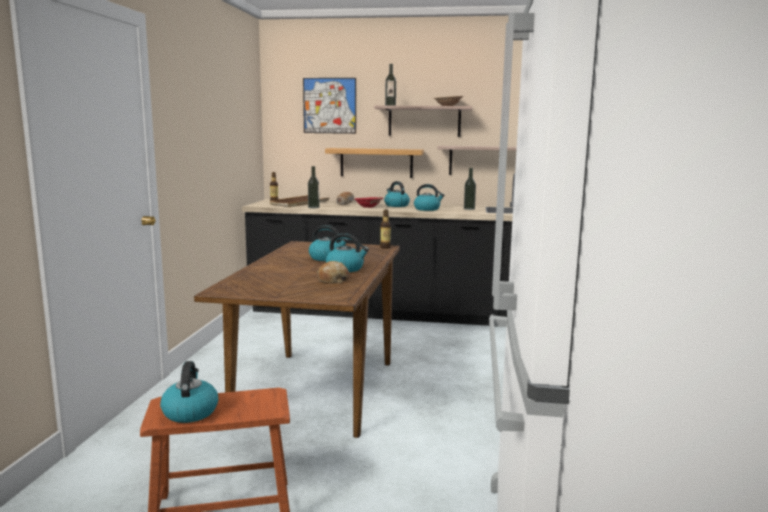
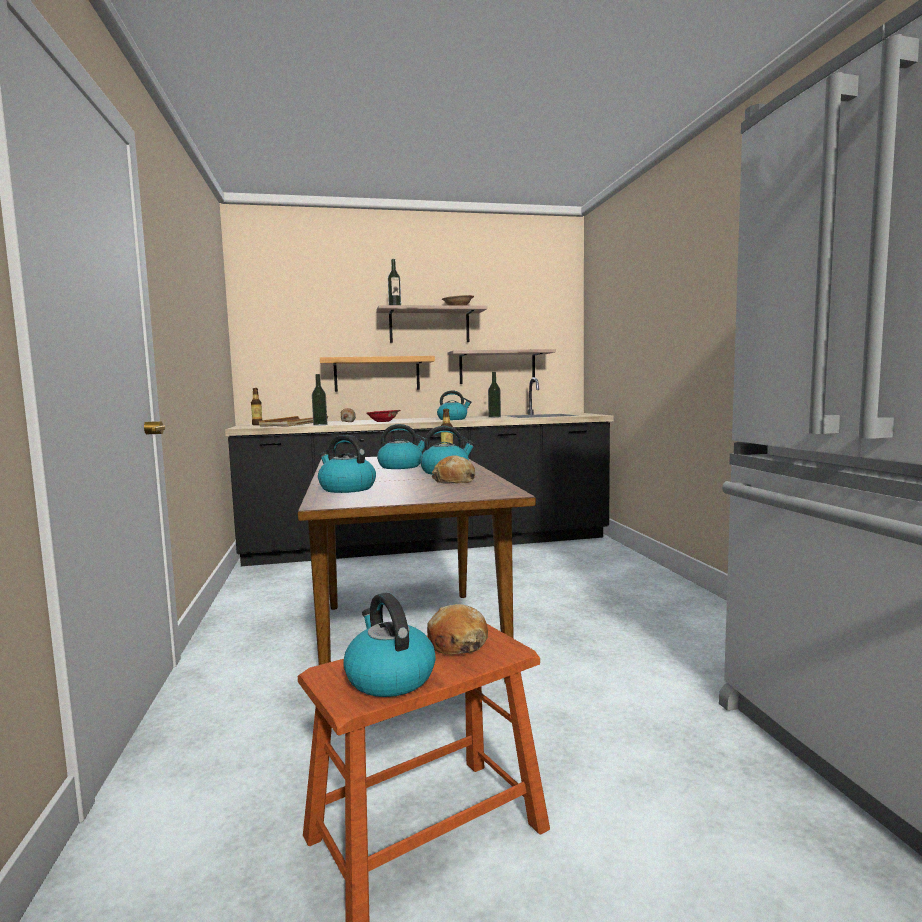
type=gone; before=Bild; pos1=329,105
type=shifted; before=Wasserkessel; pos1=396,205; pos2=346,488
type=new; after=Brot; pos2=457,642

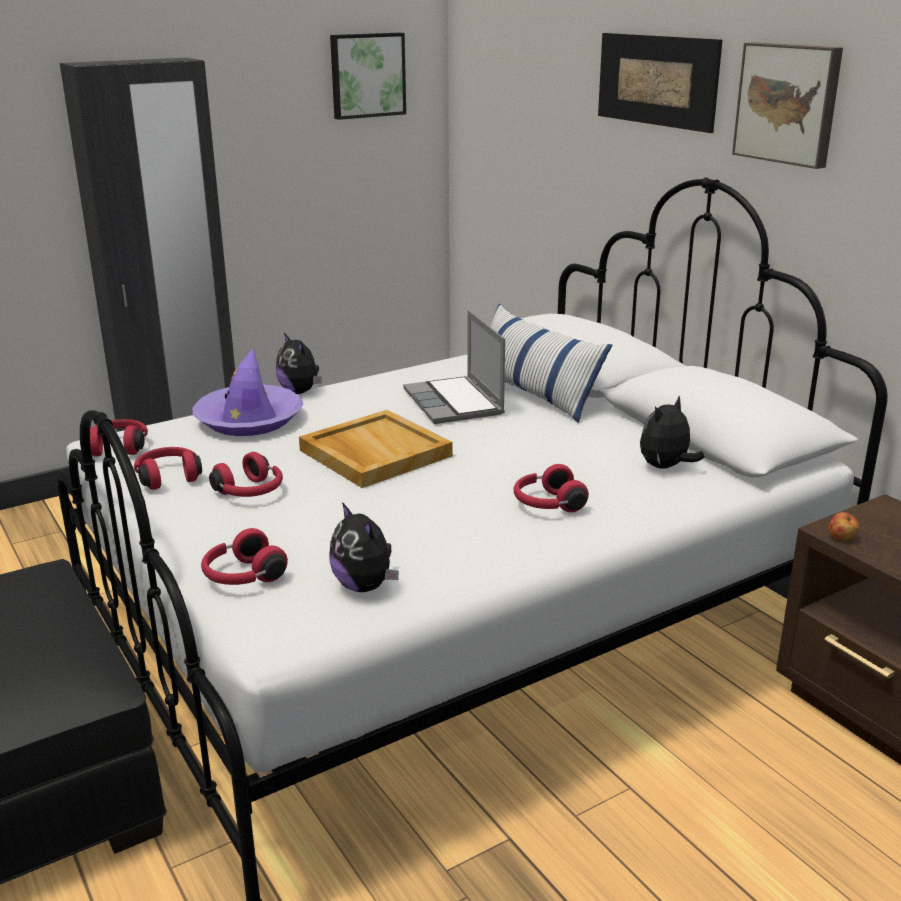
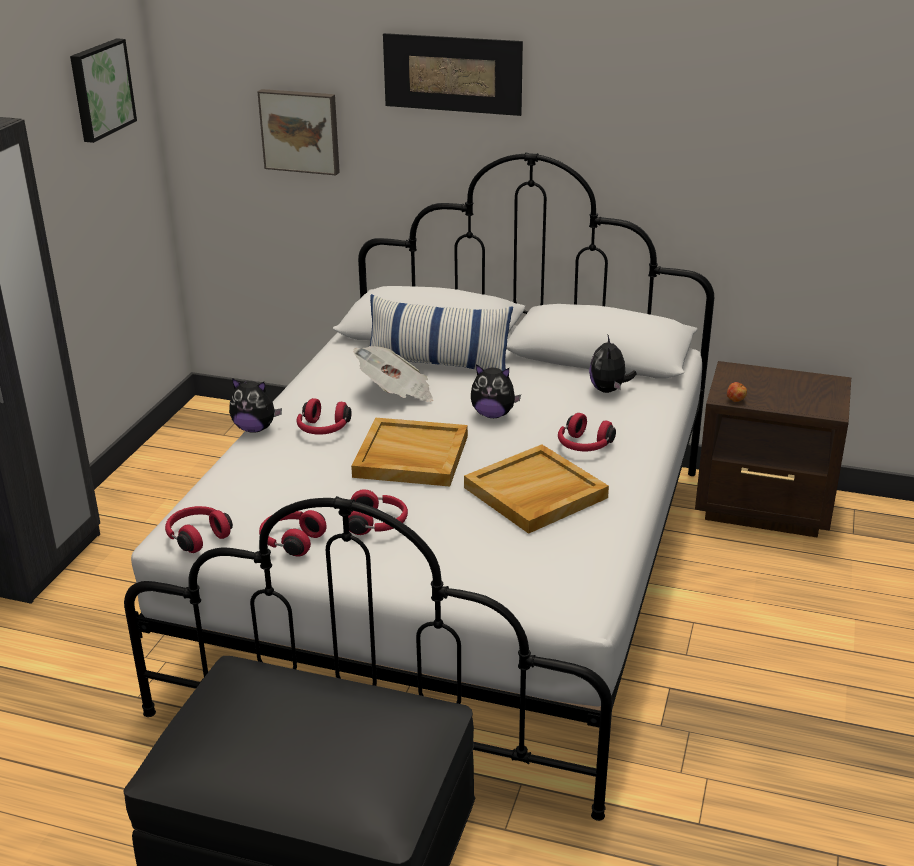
type=gone; before=Hut/lila; pos1=249,420
type=shifted; before=Kopfhörer/rot; pos1=242,576; pos2=323,429
type=shifted; before=Plüschtier; pos1=365,586; pos2=493,414
type=swapped; before=Laptop; after=Zeitung; pos1=455,403; pos2=396,393
type=shifted; before=Bild; pos1=788,103; pos2=300,131
type=new; after=Tablett/beige; pos2=535,493

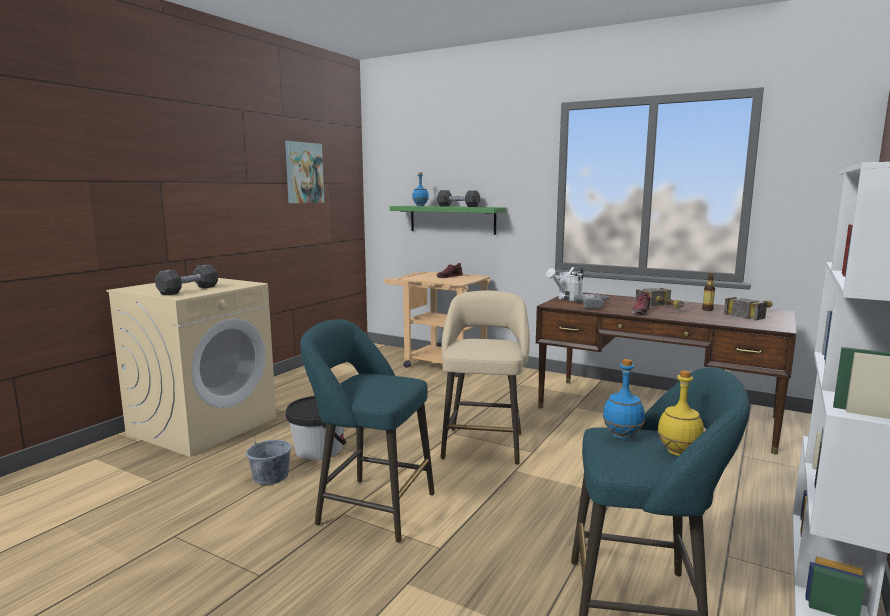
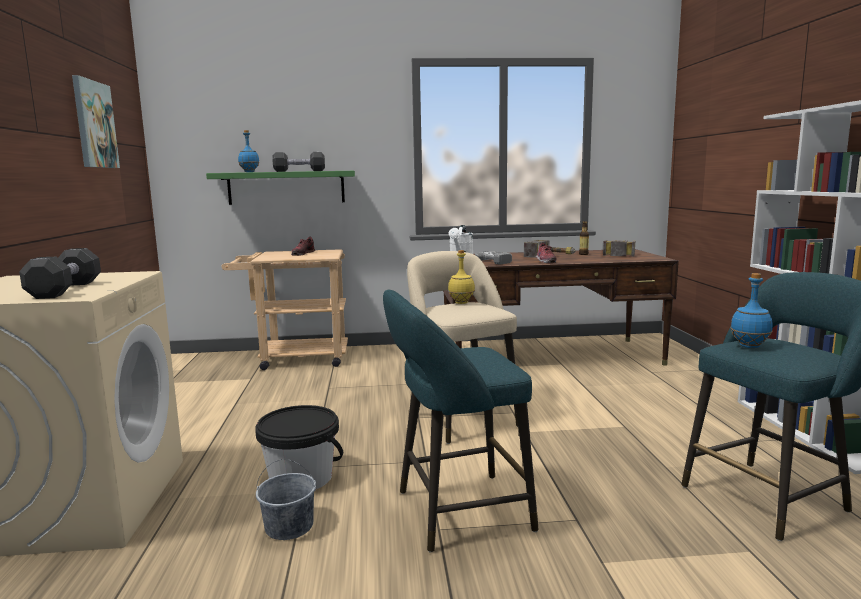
type=shifted; before=Flasche/gelb; pos1=678,452; pos2=461,303

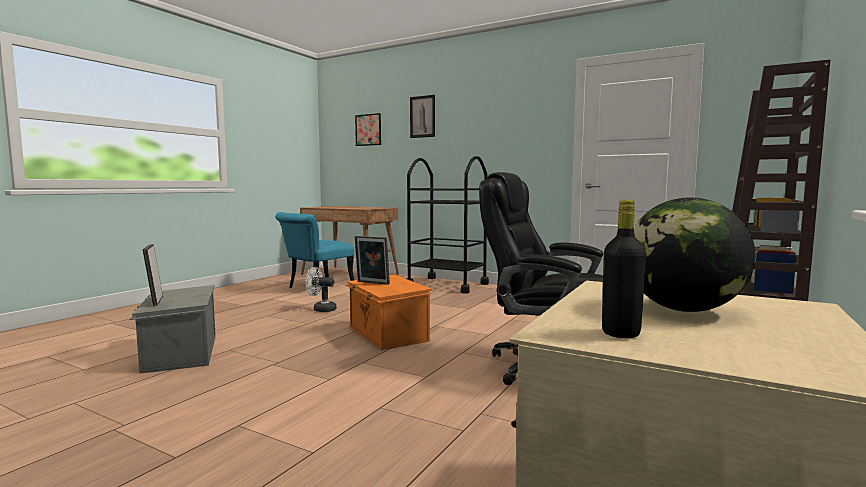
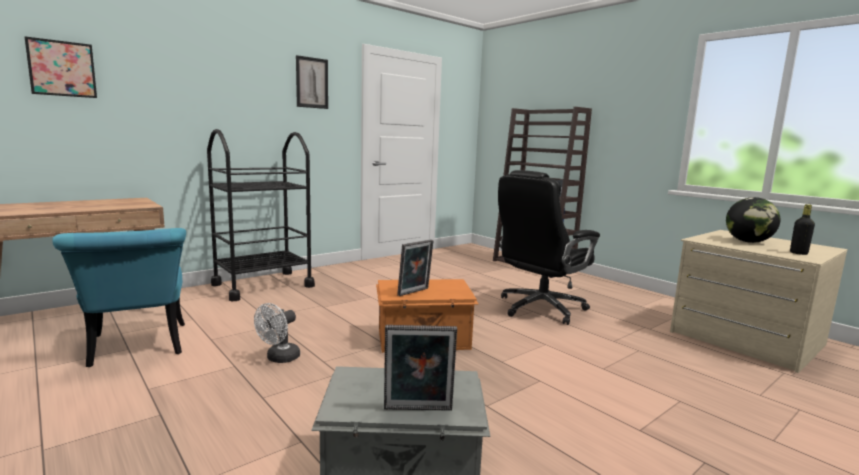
type=shifted; before=Bild; pos1=422,116; pos2=312,83

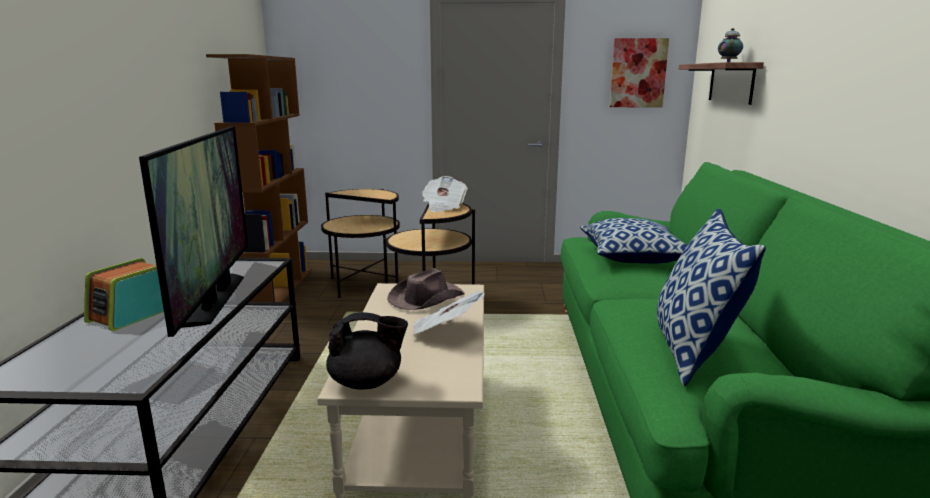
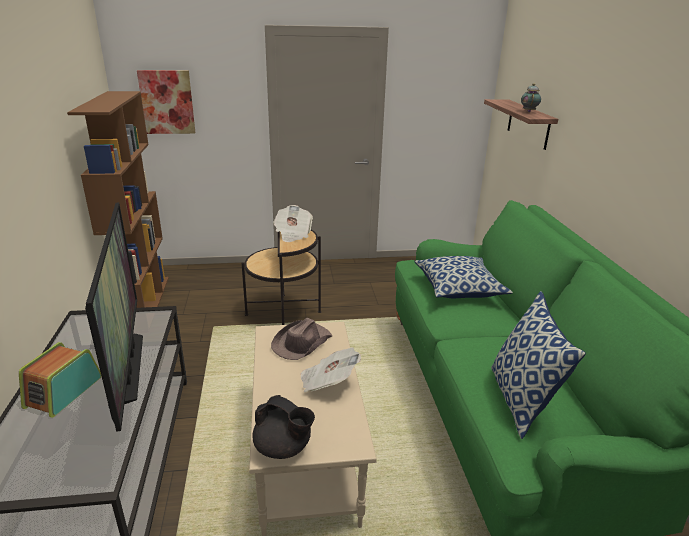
type=gone; before=Beistelltisch; pos1=363,284
type=rotated; before=Teekanne/schwarz; pos1=367,382; pos2=283,448; turn=45
type=shifted; before=Bild; pos1=638,73; pos2=167,102

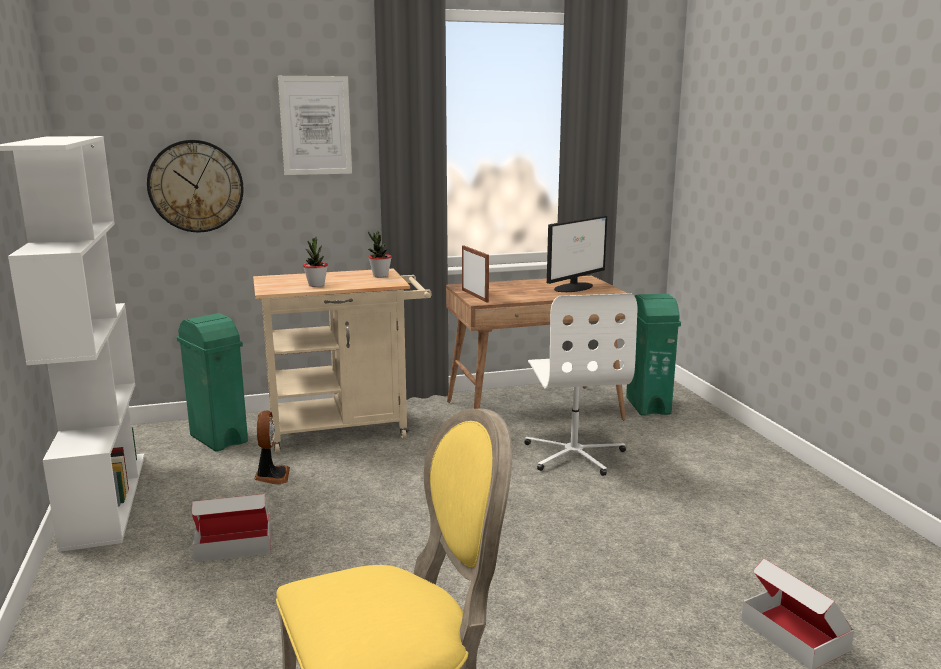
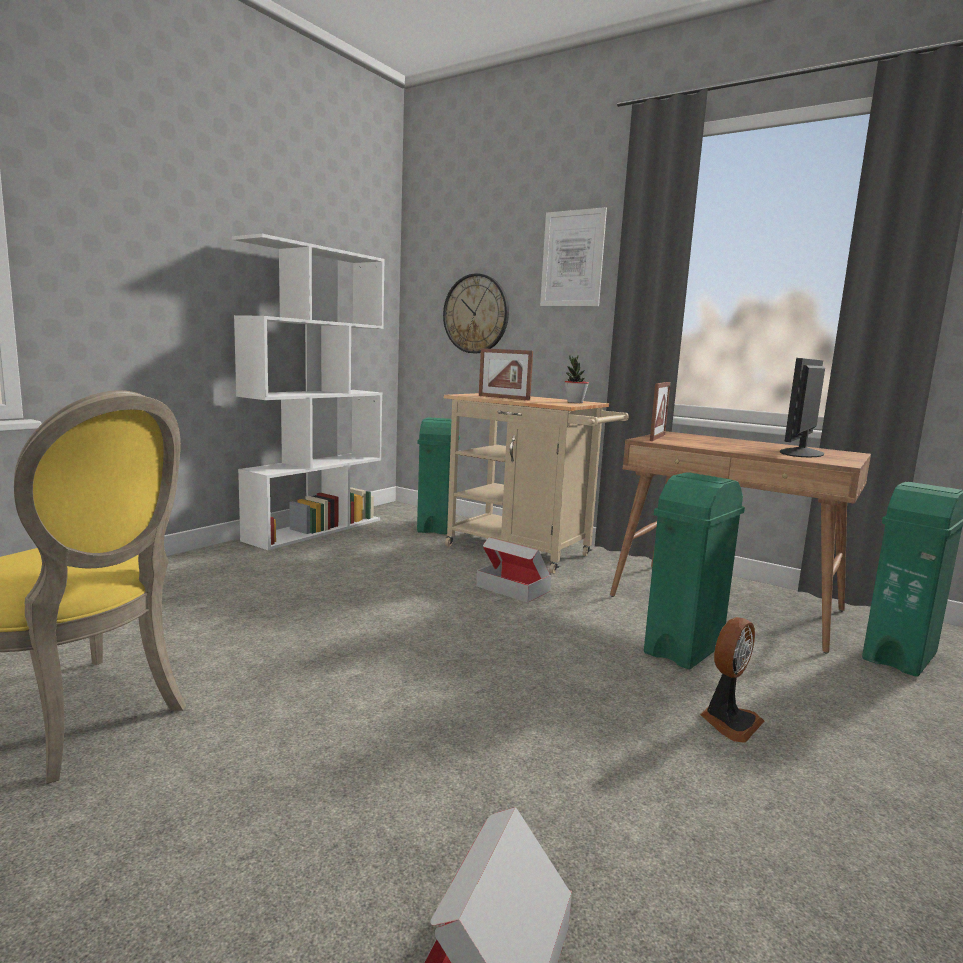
type=shifted; before=Karton; pos1=234,545; pos2=513,588
type=shifted; before=Ventilator; pos1=271,476; pos2=728,721
type=swapped; before=Topfpflanze; after=Bilderrahmen; pos1=316,285; pos2=503,398
type=swapped; before=Bürostuhl/weiß; after=Mülleimer/grün; pos1=574,454; pos2=682,649
type=rotated; before=Monitor; pos1=574,287; pos2=801,453; turn=120

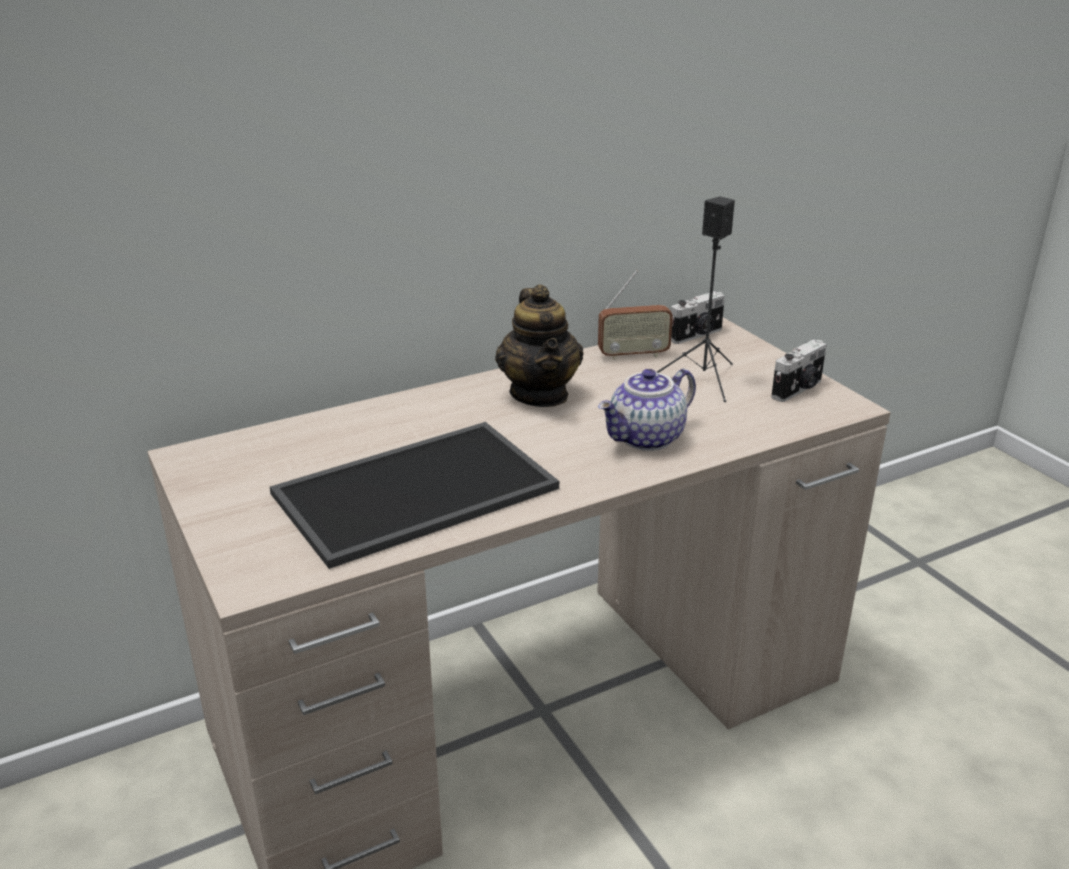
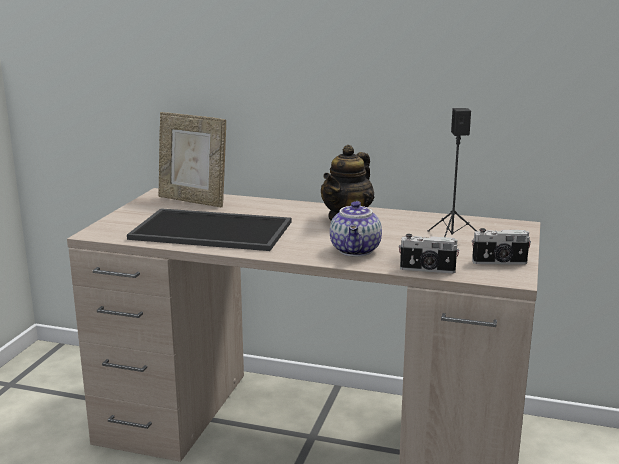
type=gone; before=Radio; pos1=633,355
type=rotated; before=Teekanne; pos1=647,439; pos2=356,250; turn=-90
type=shifted; before=Kamera; pos1=697,335; pos2=427,270
type=new; after=Bilderrahmen; pos2=193,200

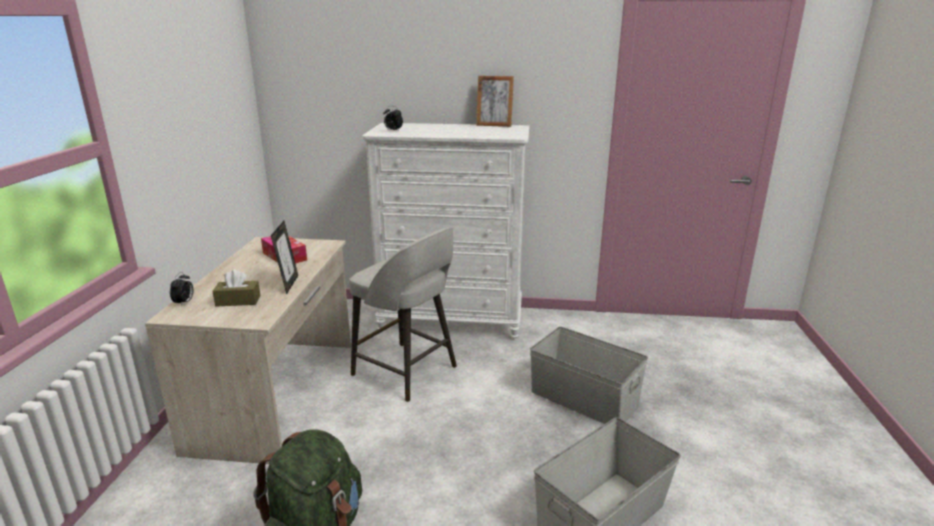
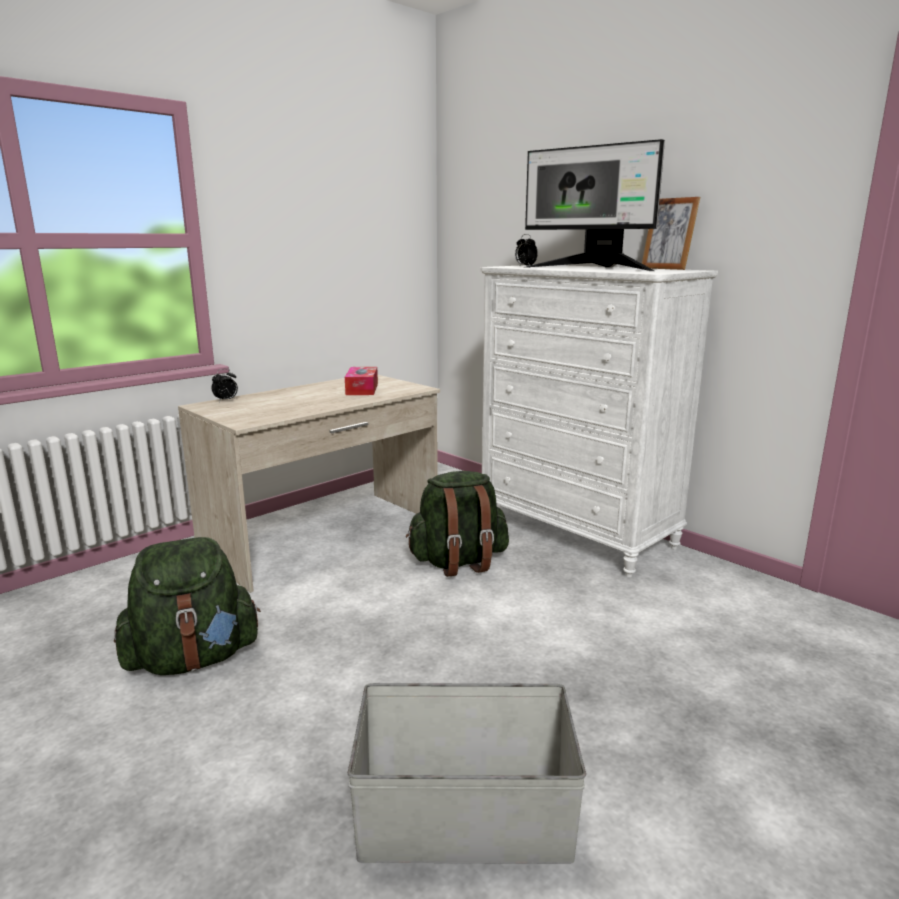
type=gone; before=Taschentuchbox/braun; pos1=238,301
type=gone; before=Bilderrahmen; pos1=288,284
type=swapped; before=Hocker/grau; after=Rucksack/grün; pos1=407,372; pos2=458,562
type=gone; before=Aufbewahrungsbox/grau; pos1=584,399
type=new; after=Monitor; pos2=593,268

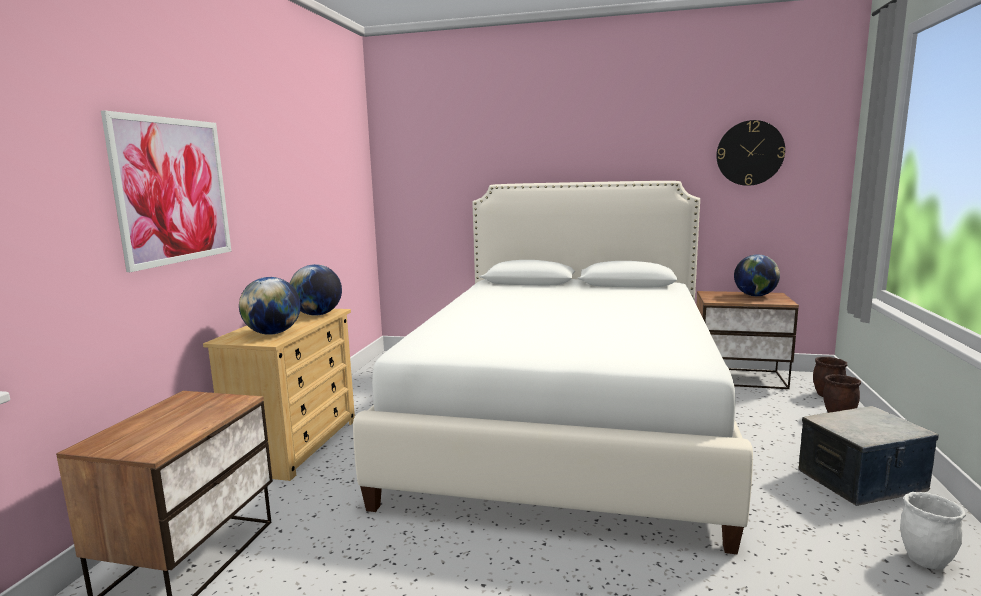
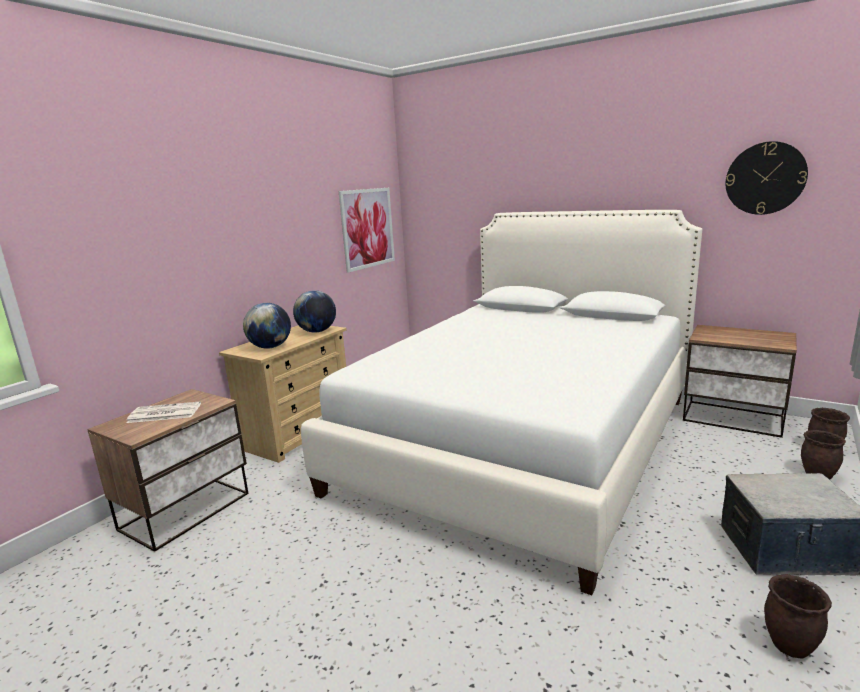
type=shifted; before=Bild; pos1=173,190; pos2=367,228
type=gone; before=Globus; pos1=755,295
type=repainted; before=Pflanzkübel/weiß; after=Pflanzkübel/braun; pos1=926,560; pos2=790,646
type=new; after=Zeitung; pos2=163,413

